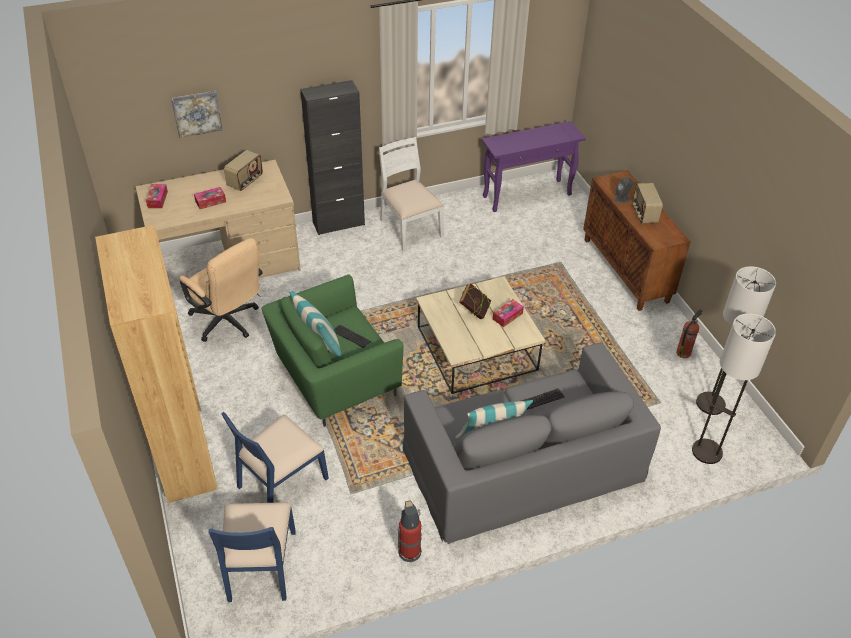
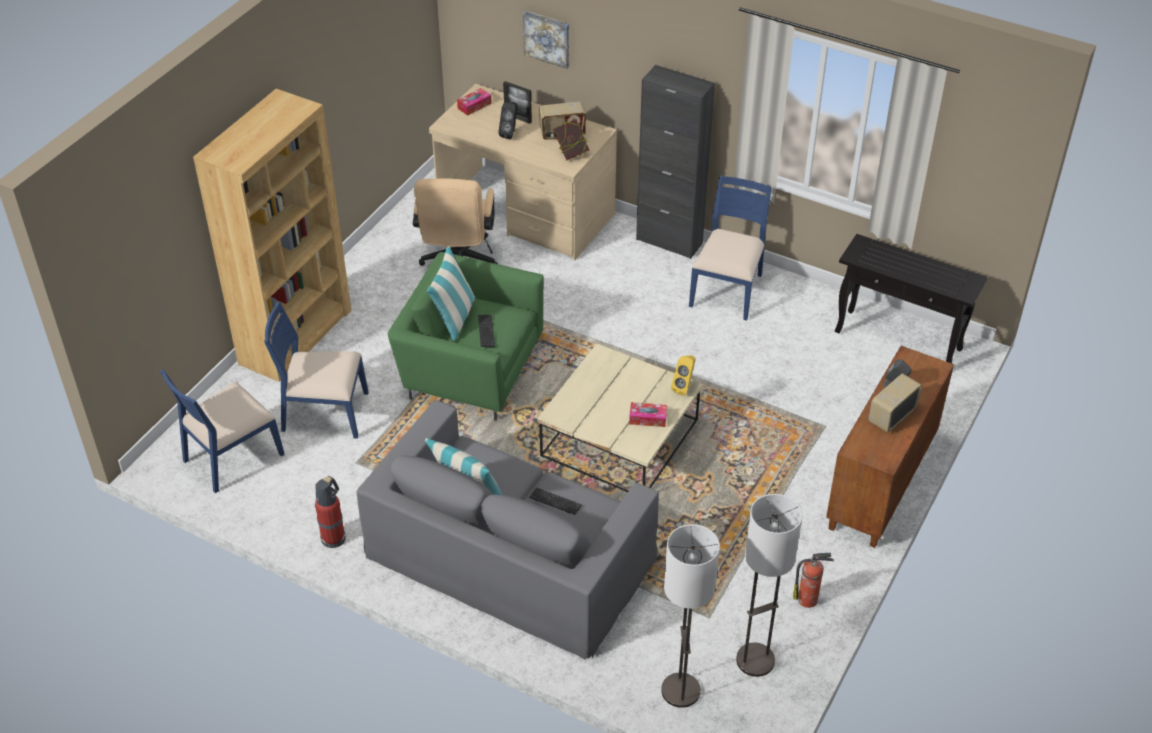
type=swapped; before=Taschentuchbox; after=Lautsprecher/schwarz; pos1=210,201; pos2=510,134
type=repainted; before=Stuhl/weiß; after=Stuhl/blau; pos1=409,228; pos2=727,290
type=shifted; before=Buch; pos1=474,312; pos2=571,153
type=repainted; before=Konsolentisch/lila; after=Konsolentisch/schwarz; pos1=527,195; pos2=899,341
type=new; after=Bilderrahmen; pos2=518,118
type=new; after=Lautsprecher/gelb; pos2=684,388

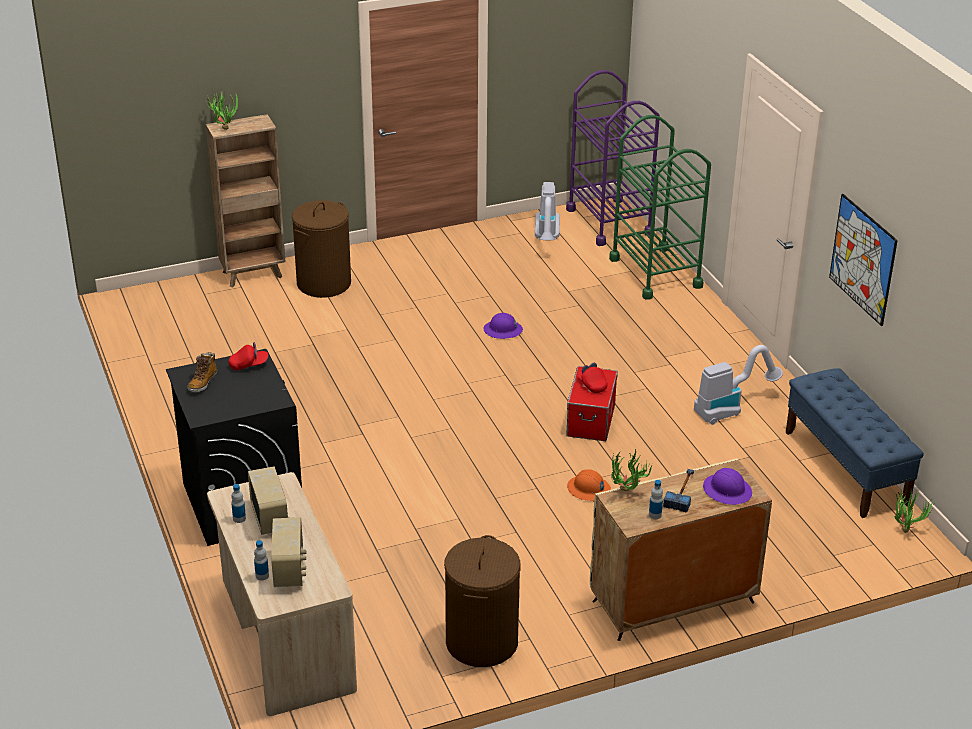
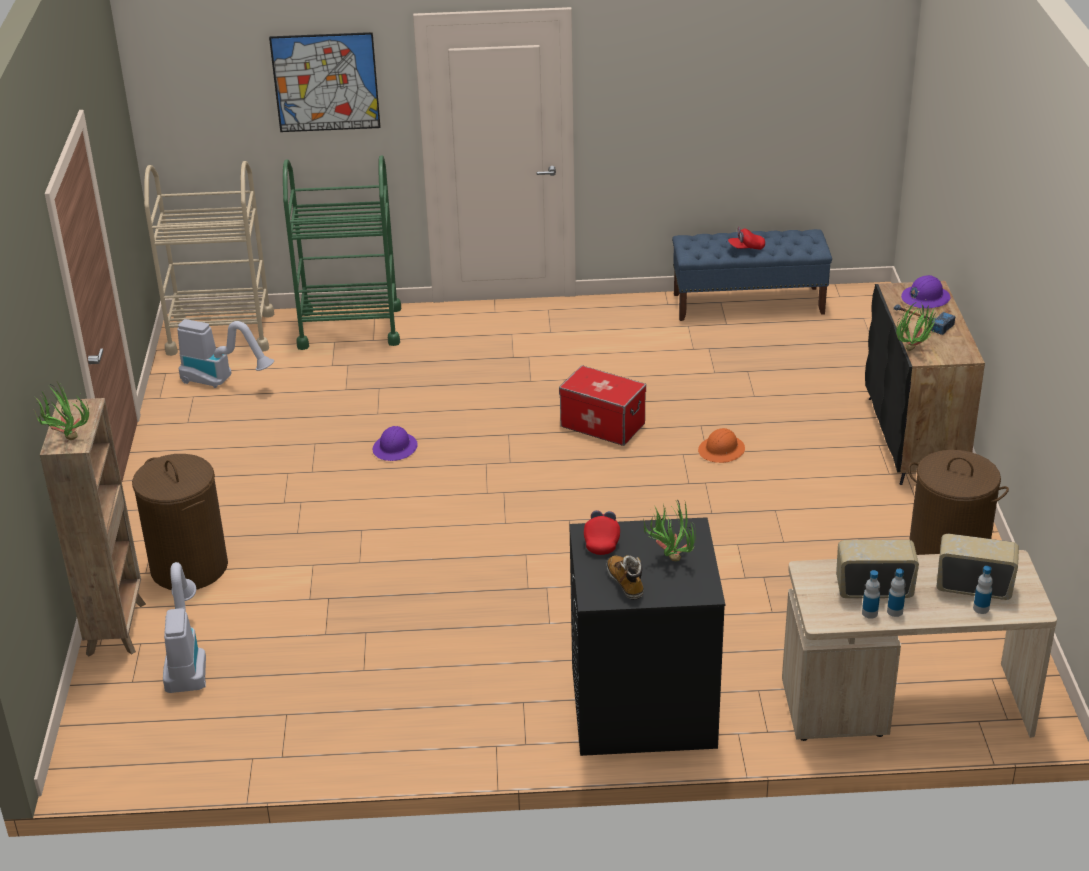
type=rotated; before=Stiefel; pos1=203,382; pos2=625,582; turn=-150
type=repainted; before=Rollwagen/lila; after=Rollwagen/beige; pos1=609,222; pos2=220,333
type=shifted; before=Kappe/rot; pos1=591,384; pos2=746,248
type=repainted; before=Schrank/beige; after=Schrank/schwarz; pos1=672,602; pos2=914,439
type=shifted; before=Flasche; pos1=655,515; pos2=895,611
type=shifted; before=Staubsauger; pos1=731,408; pos2=186,660
type=shifted; before=Bild; pos1=862,259; pos2=325,82
type=shifted; before=Topfpflanze; pos1=906,528; pos2=669,557

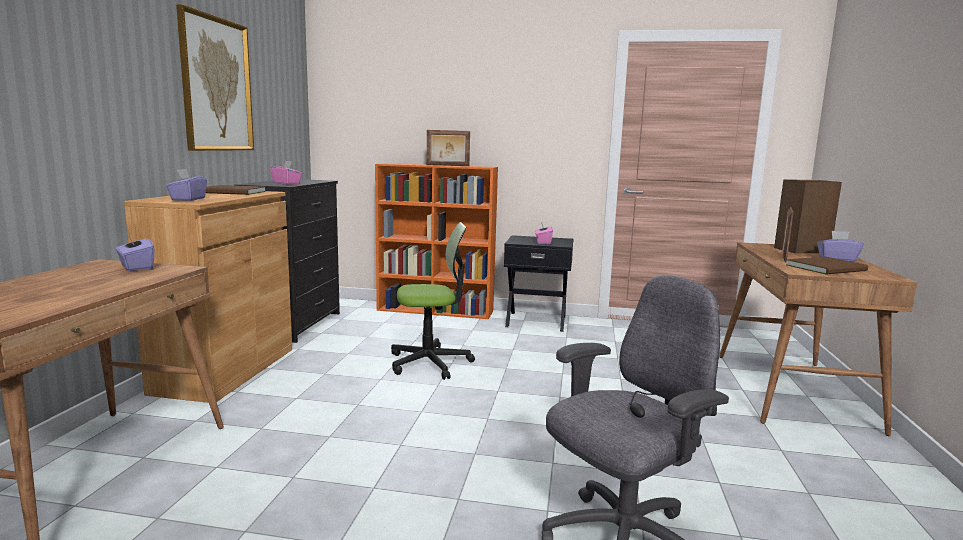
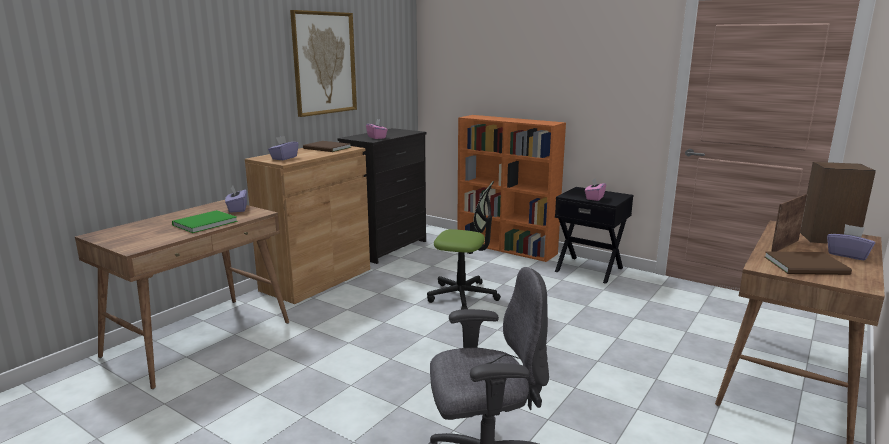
type=gone; before=Bilderrahmen; pos1=448,165
type=new; after=Buch/grün; pos2=203,223

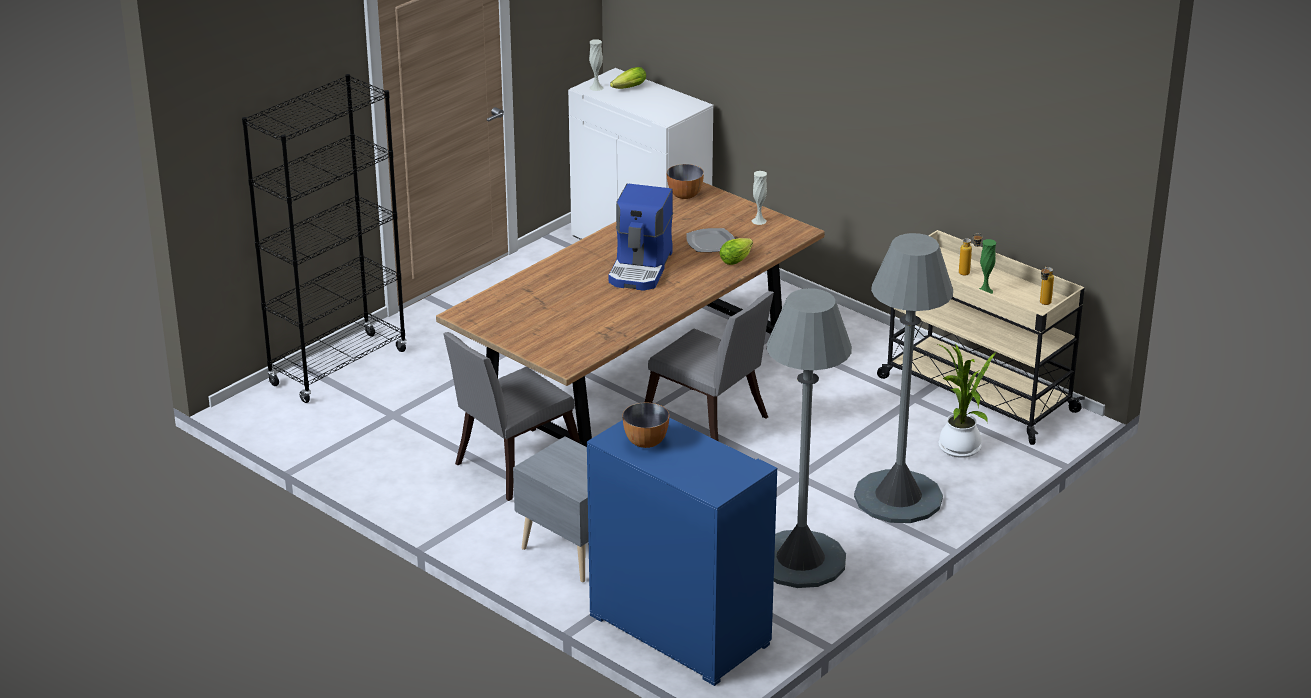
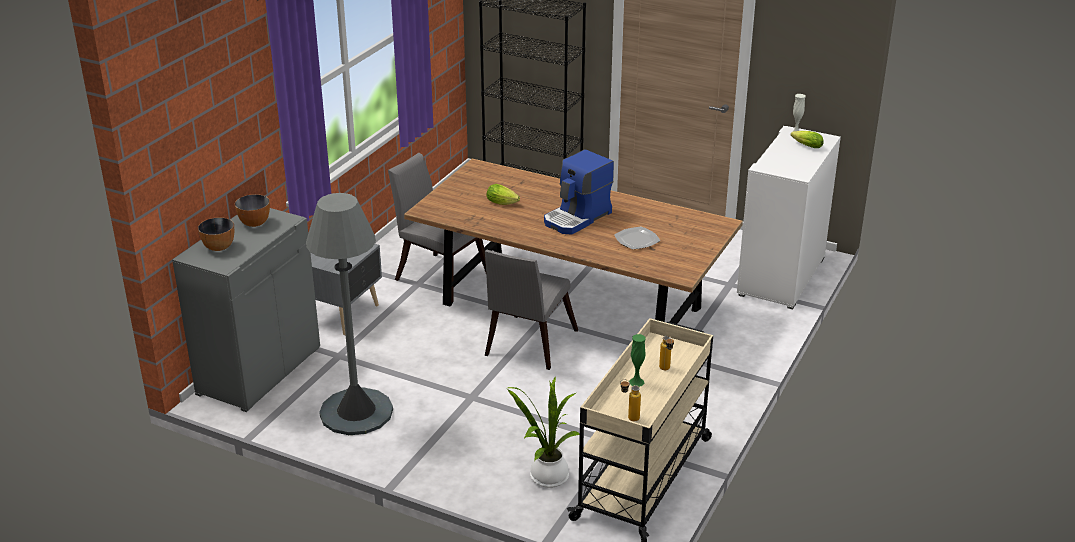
type=repainted; before=Schrank/blau; after=Schrank/grau; pos1=677,630; pos2=258,370
type=rotated; before=Kaffeemaschine; pos1=641,268; pos2=578,218; turn=-45
type=shifted; before=Schüssel; pos1=684,195; pos2=218,247
type=shifted; before=Salatkopf; pos1=737,258; pos2=503,203
type=gone; before=Vase/weiß; pos1=759,221
type=gone; before=Stehlampe/grau; pos1=898,497

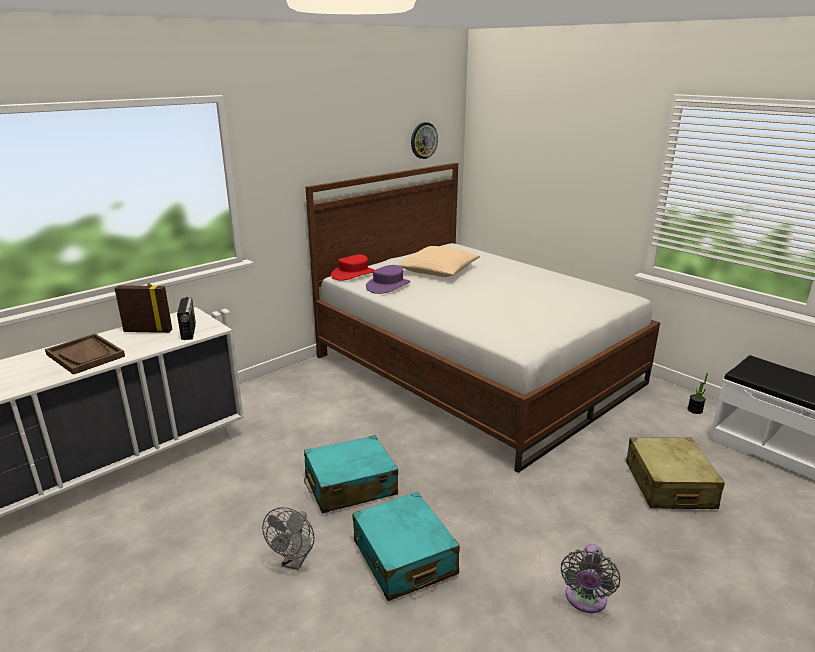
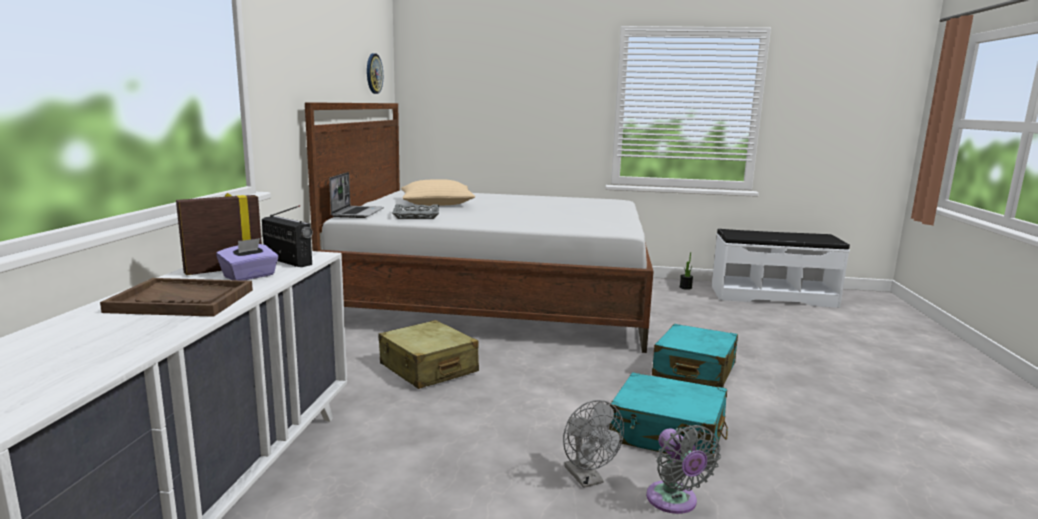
type=shifted; before=Koffer/türkis; pos1=350,485; pos2=694,370
type=swapped; before=Hut/rot; after=Laptop; pos1=353,274; pos2=357,213
type=swapped; before=Hut/lila; after=Tablett/grau; pos1=388,286; pos2=415,215
type=shifted; before=Ventilator/grau; pos1=585,600; pos2=674,501
type=shifted; before=Koffer/beige; pos1=669,485; pos2=428,368
type=new; after=Taschentuchbox/lila; pos2=250,276

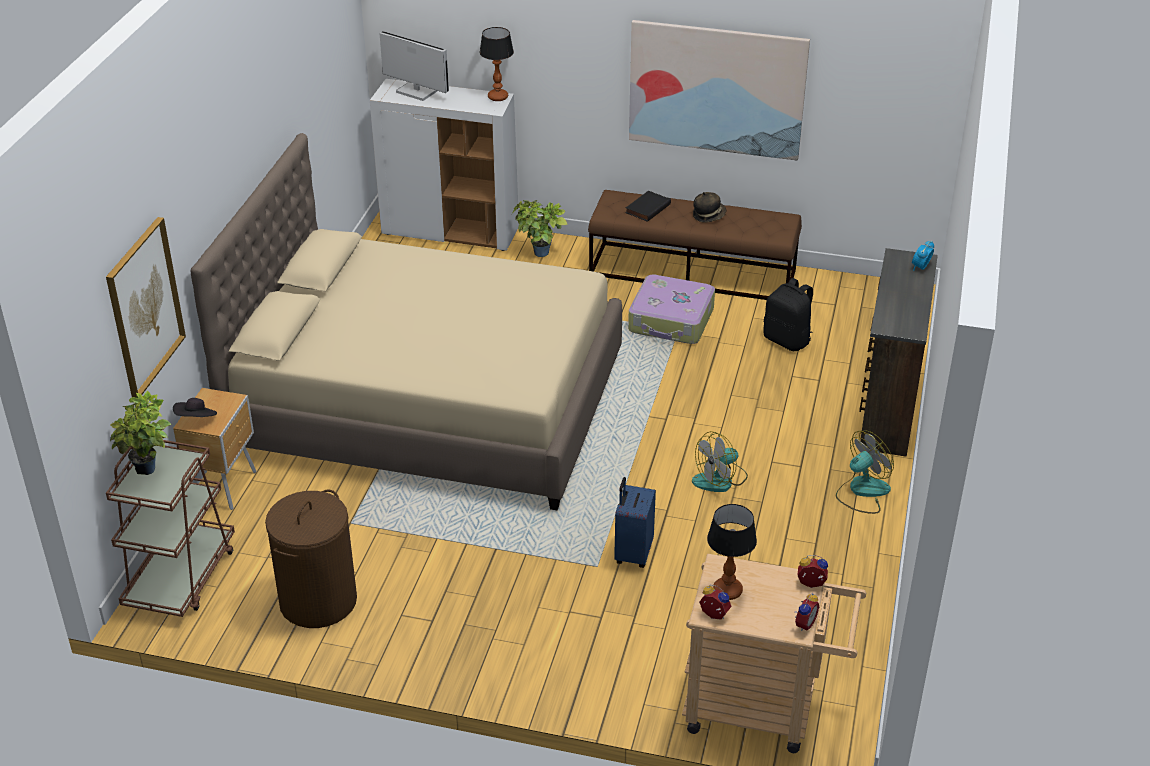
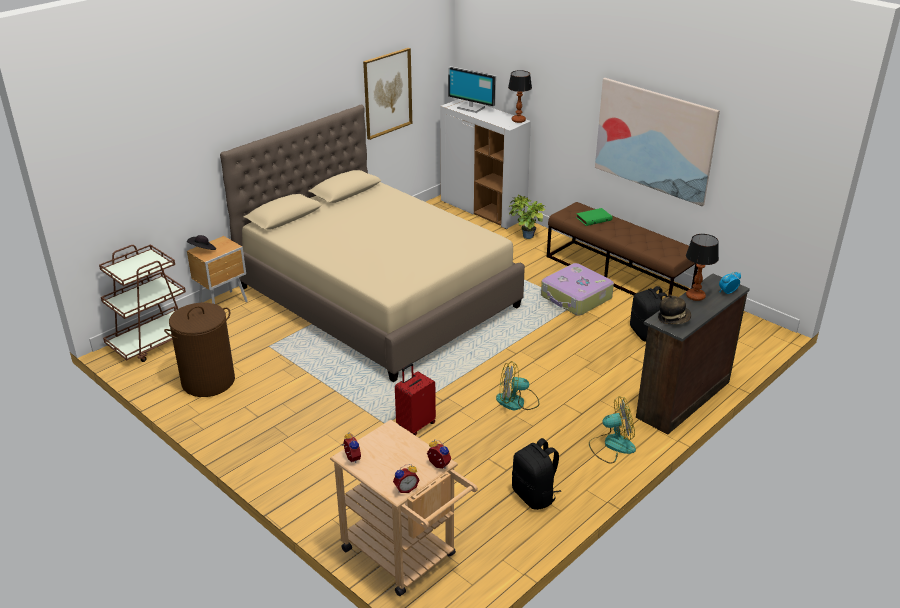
type=shifted; before=Bild; pos1=144,308; pos2=387,93
type=gone; before=Topfpflanze; pos1=149,472
type=rotated; before=Monitor; pos1=415,92; pos2=471,107; turn=150
type=repainted; before=Koffer/blau; after=Koffer/rot; pos1=632,553; pos2=415,425
type=repainted; before=Buch/schwarz; after=Buch/grün; pos1=647,208; pos2=593,218
type=shifted; before=Hut; pos1=708,215; pos2=673,318
type=shifted; before=Tischlampe; pos1=728,590; pos2=696,296
type=new; after=Rucksack/schwarz; pos2=534,496

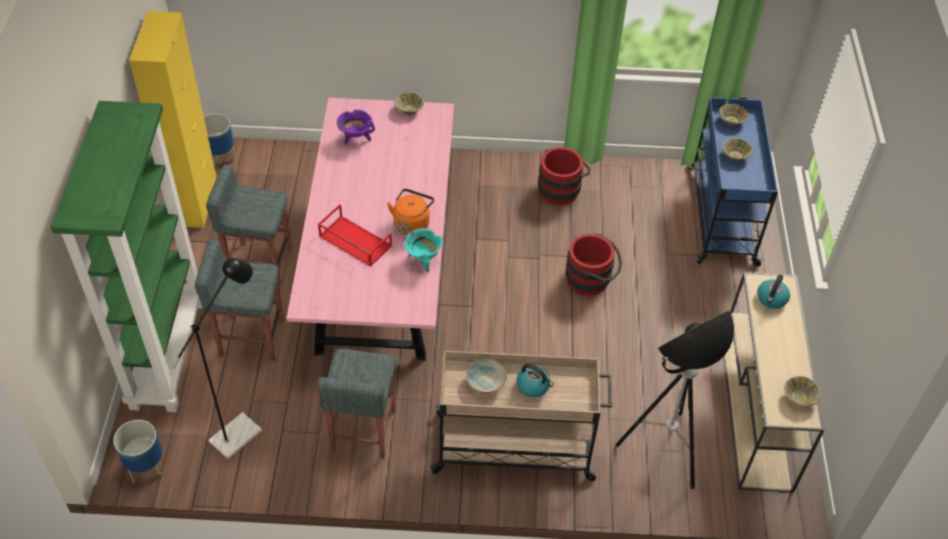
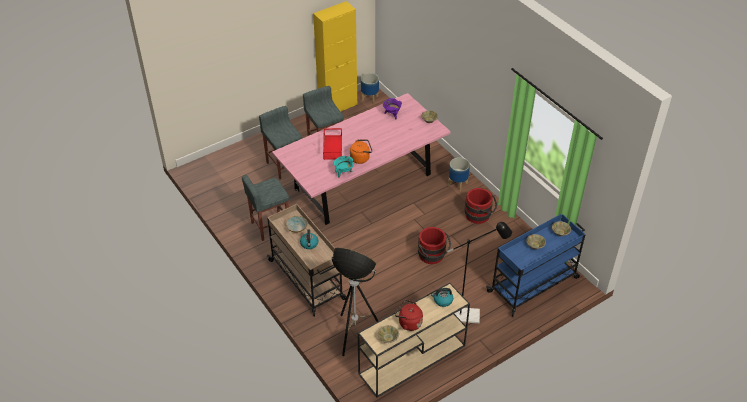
type=gone; before=Bücherregal/grün; pos1=167,351
type=shifted; before=Pflanzkübel; pos1=146,466; pos2=458,184
type=shifted; before=Stehlampe/schwarz; pos1=242,430; pos2=472,316
type=new; after=Wasserkessel/rot; pos2=408,323

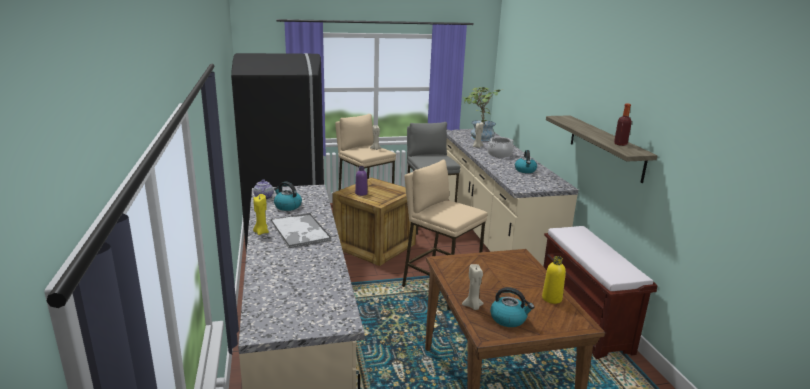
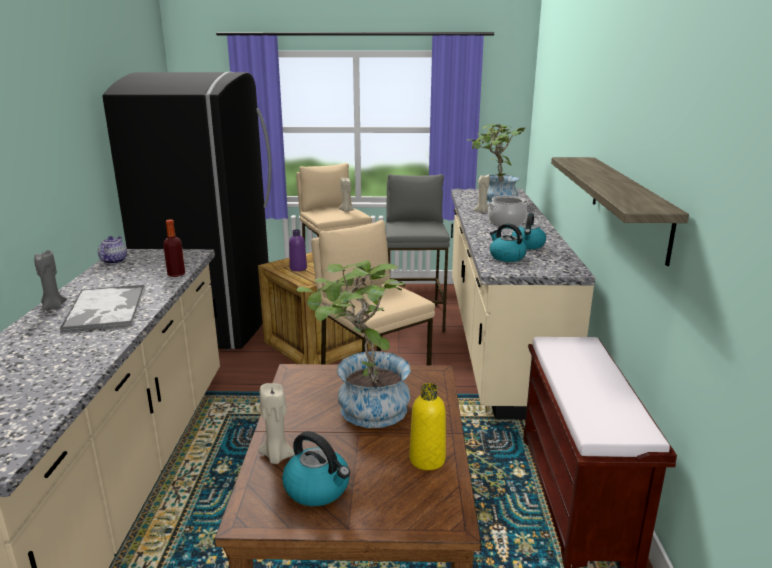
type=repainted; before=Kerze/gelb; after=Kerze/grau; pos1=261,232; pos2=53,306
type=shifted; before=Wasserkessel; pos1=287,206; pos2=506,257
type=shifted; before=Flasche; pos1=620,144; pos2=176,274
type=new; after=Topfpflanze; pos2=362,408

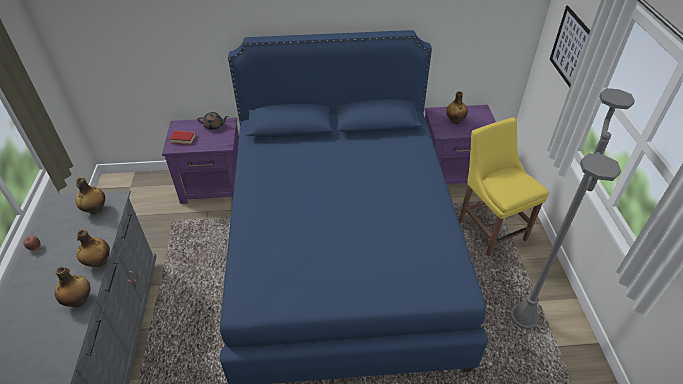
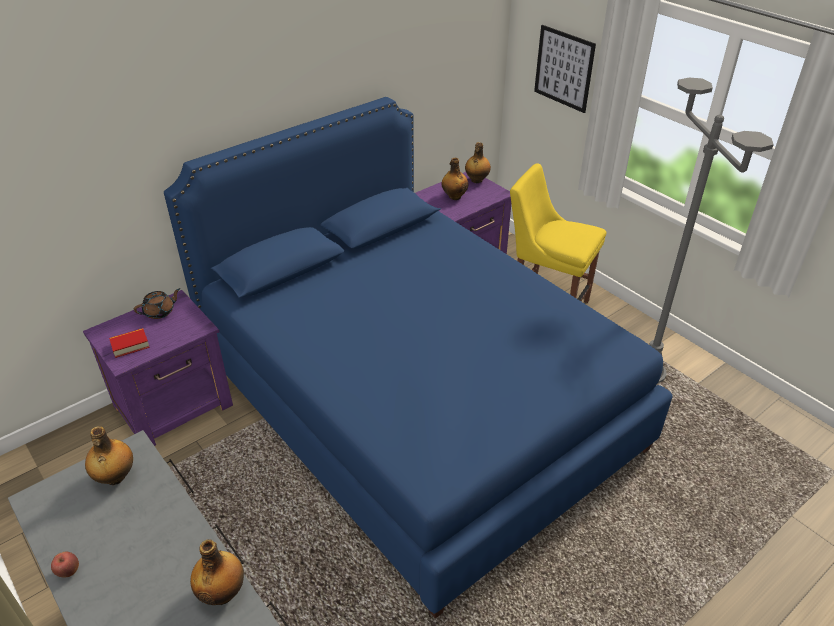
type=shifted; before=Flasche; pos1=98,262; pos2=476,180

